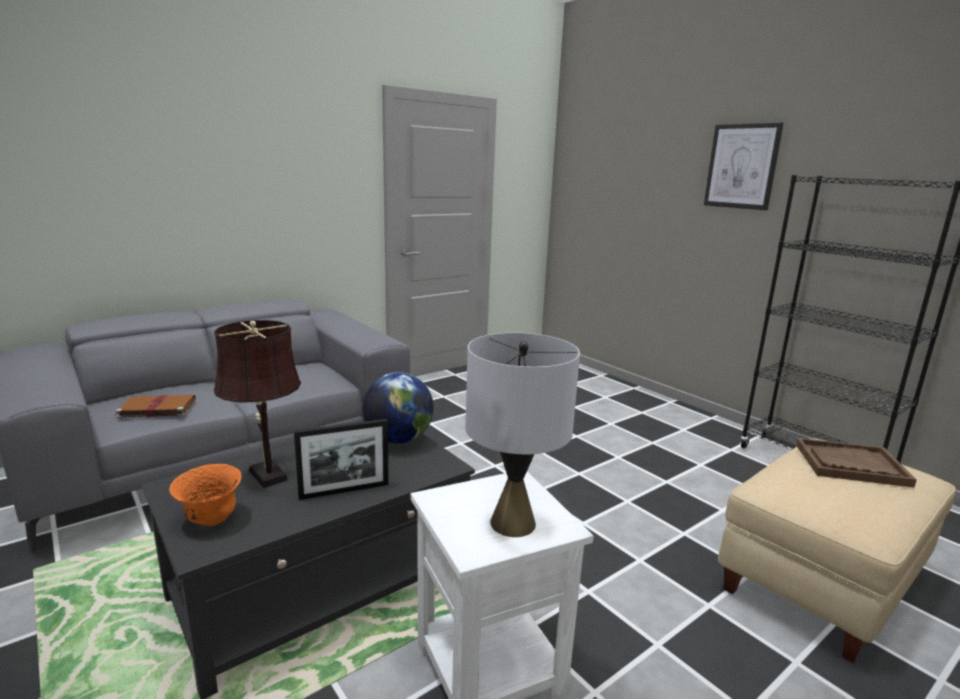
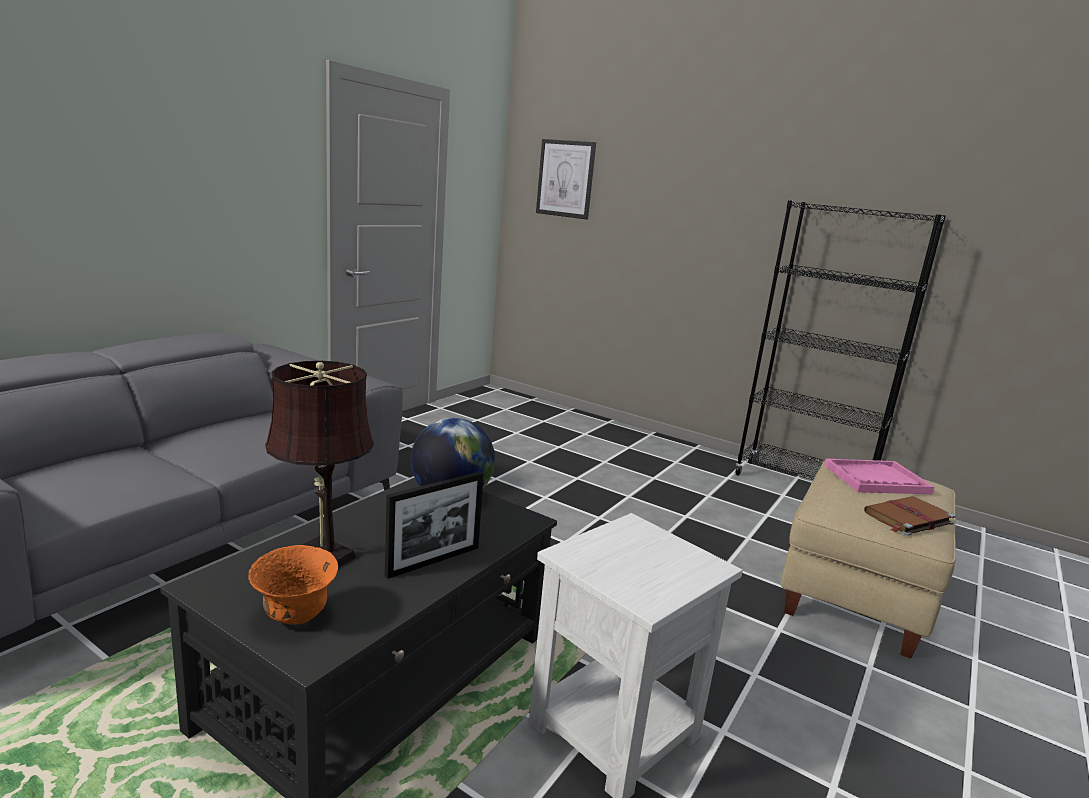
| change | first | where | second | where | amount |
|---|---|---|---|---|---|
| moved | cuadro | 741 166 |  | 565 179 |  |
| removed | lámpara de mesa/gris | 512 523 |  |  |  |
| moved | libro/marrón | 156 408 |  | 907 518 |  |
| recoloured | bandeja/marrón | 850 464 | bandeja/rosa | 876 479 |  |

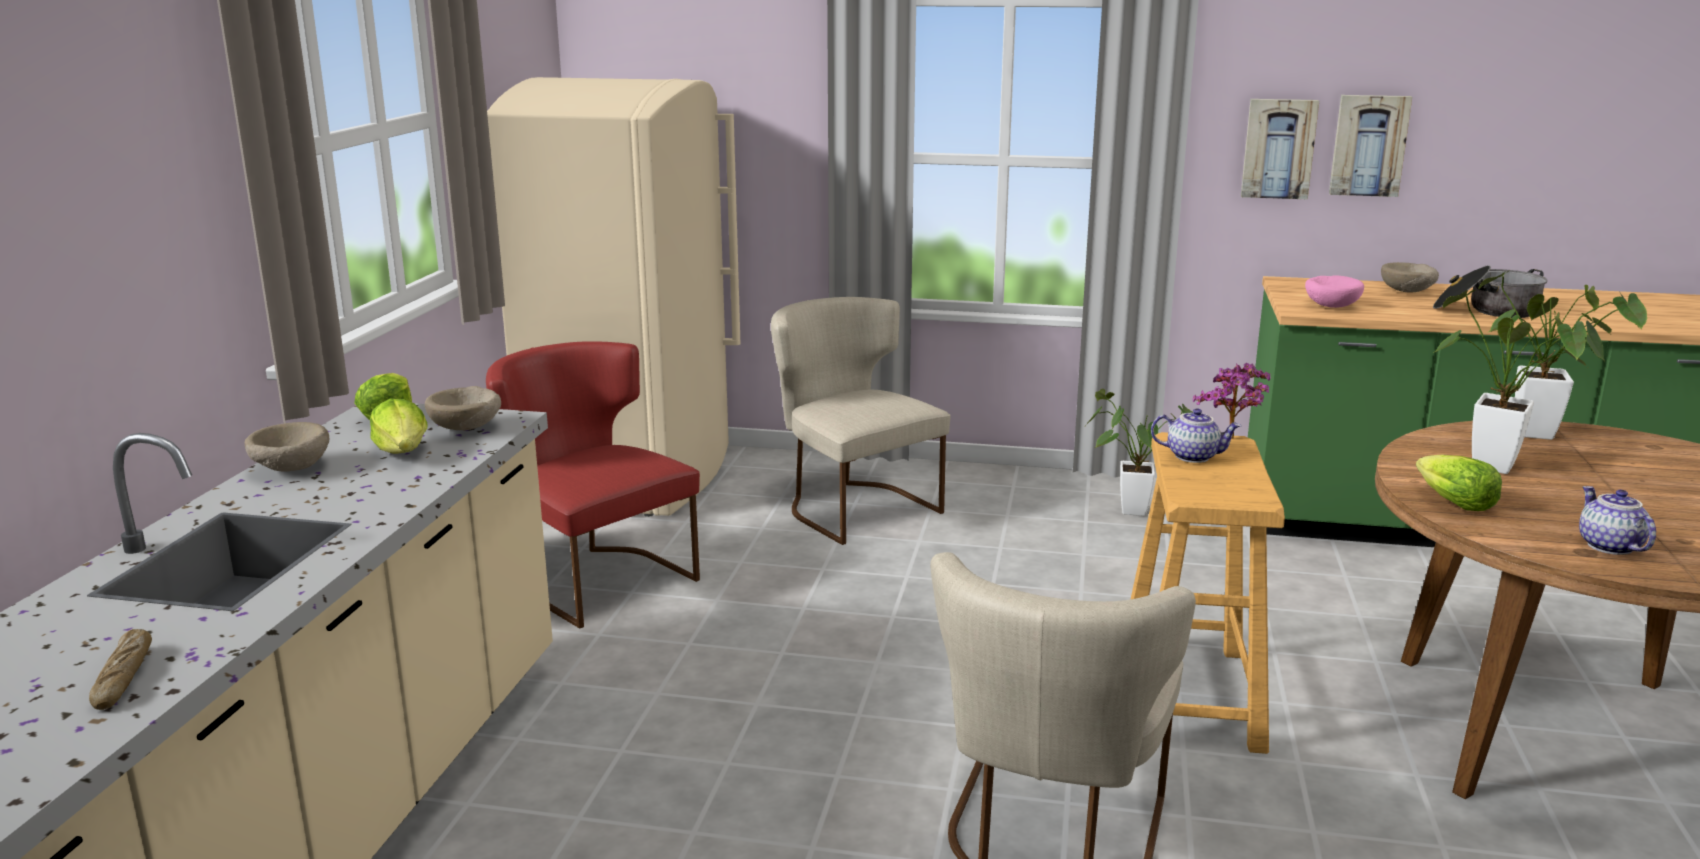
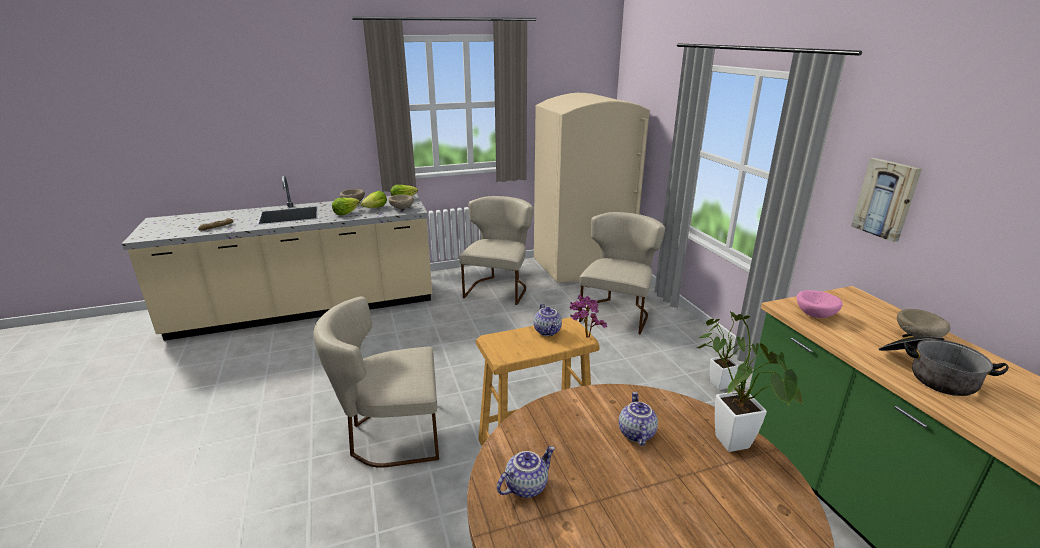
| change | first | where | second | where | amount |
|---|---|---|---|---|---|
| removed | cuadro | 1368 145 |  |  |  |
| replaced | planta en maceta | 1504 469 | tetera | 635 433 |  |
| recoloured | silla/rojo | 596 579 | silla/beis | 498 288 |  |
| moved | lechuga | 1453 503 |  | 346 213 |  |

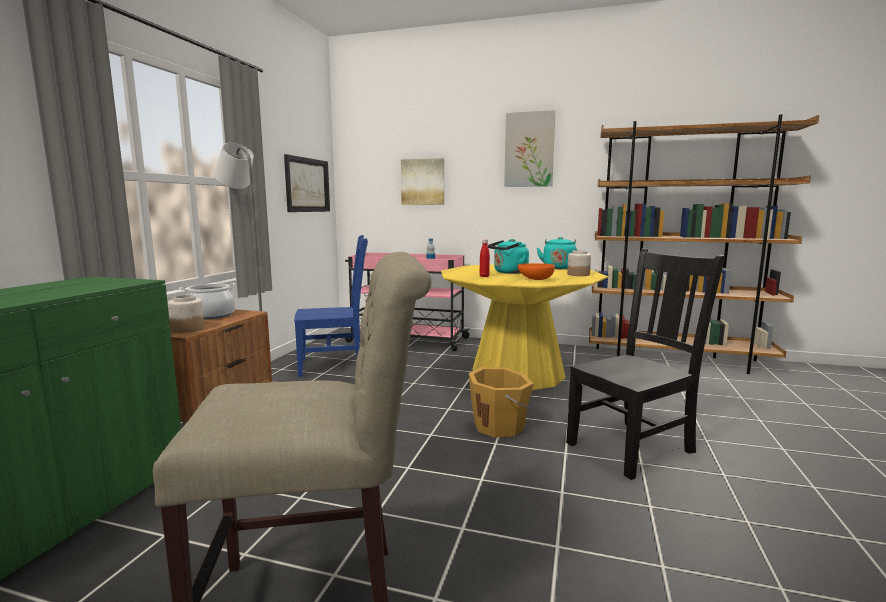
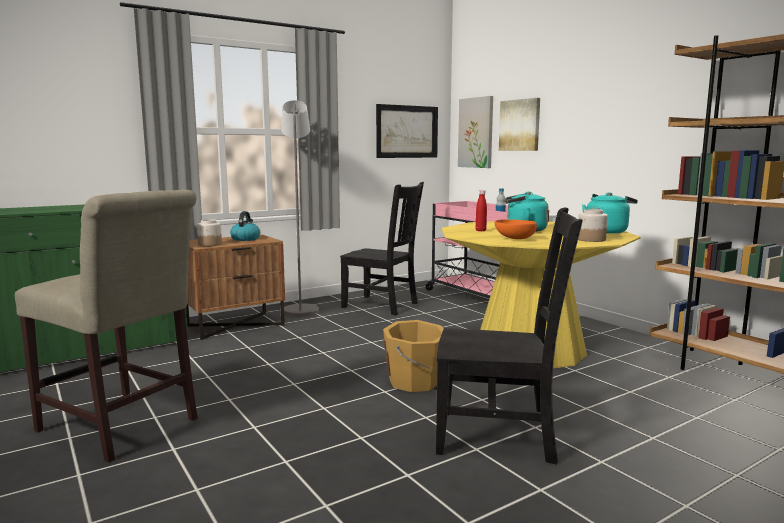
| change | first | where | second | where | amount |
|---|---|---|---|---|---|
| moved | cuadro | 529 150 |  | 476 133 |  |
| recoloured | silla/azul | 335 365 | silla/negro | 382 305 |  |
| replaced | olla | 211 315 | hervidor | 245 239 |  |

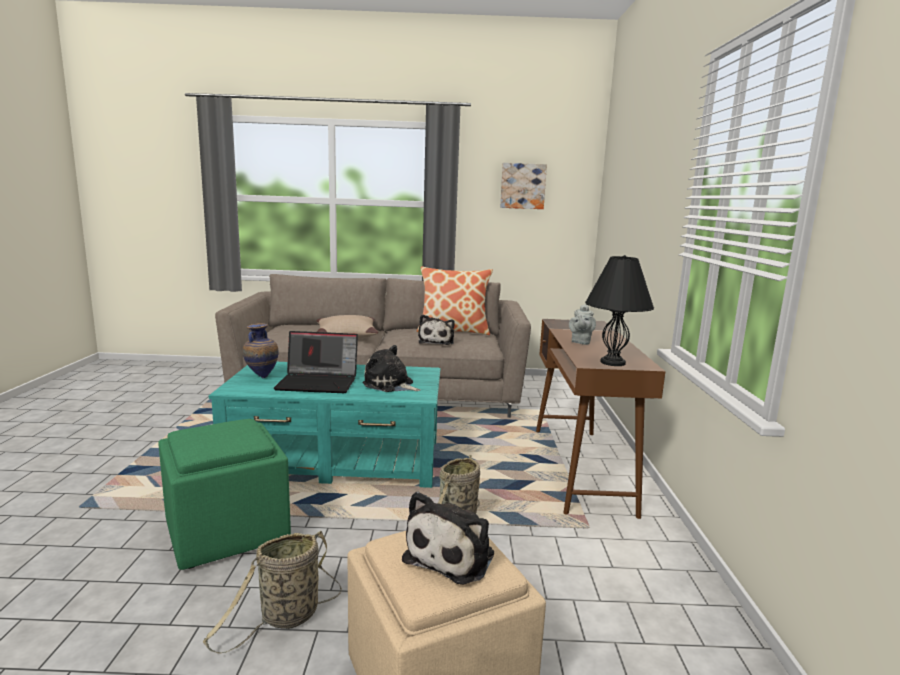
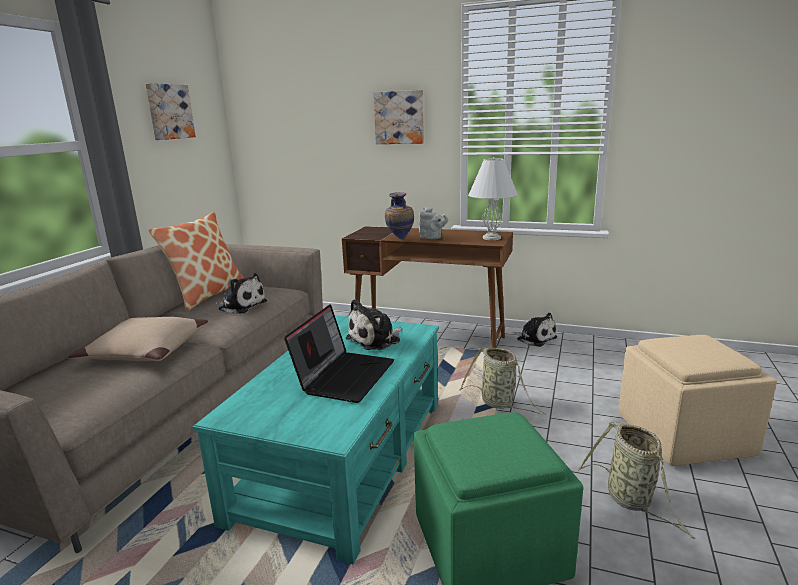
| change | first | where | second | where | amount |
|---|---|---|---|---|---|
| recoloured | lámpara de mesa/negro | 612 362 | lámpara de mesa/blanco | 491 238 |  |
| moved | florero | 261 377 |  | 399 239 |  |
| moved | peluche | 453 555 |  | 534 338 |  |
| added |  |  | cuadro | 399 117 |  |

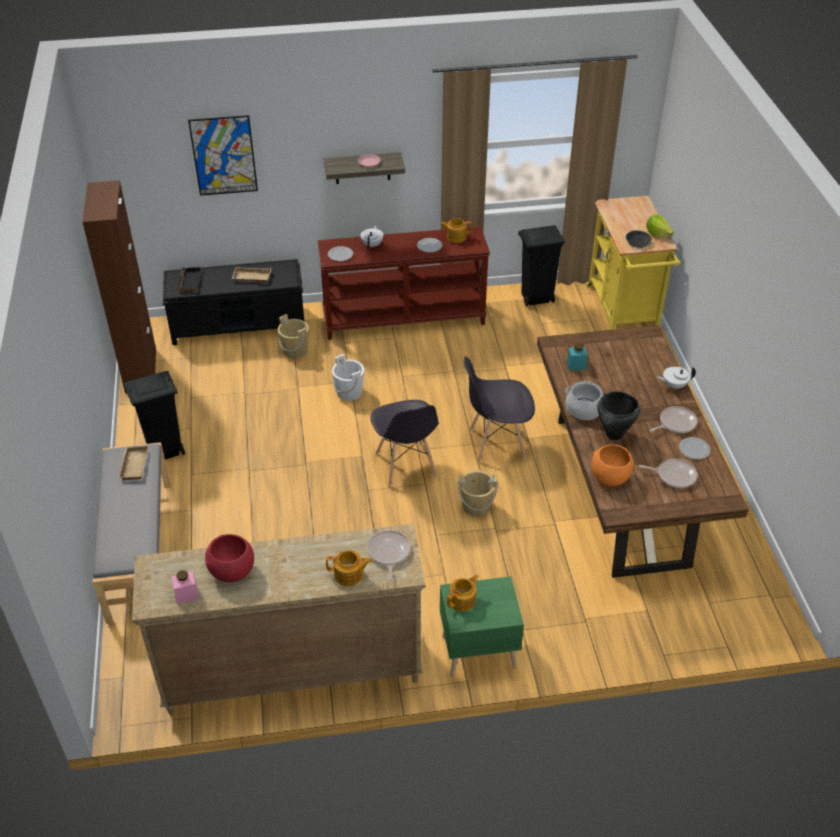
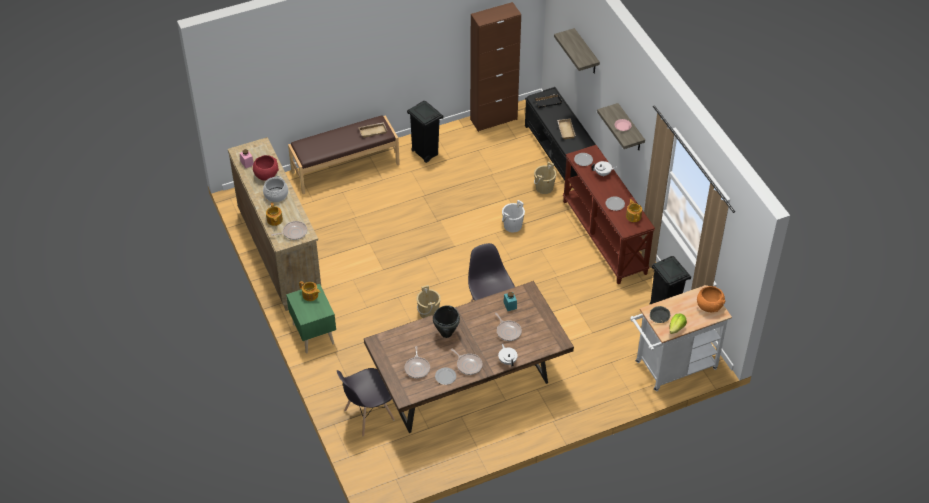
| change | first | where | second | where | amount |
|---|---|---|---|---|---|
| replaced | cuadro | 224 155 | estante | 586 53 |  |
| recoloured | carrito/amarillo | 623 312 | carrito/blanco | 671 368 |  |
| moved | olla | 584 409 |  | 276 195 |  |
| moved | silla/gris | 406 466 |  | 368 415 |  |
| recoloured | banco/gris | 139 550 | banco/marrón | 345 167 |  |
| moved | cuenco/naranja | 609 476 |  | 709 306 |  |
| added |  |  | sartén | 508 331 |  |

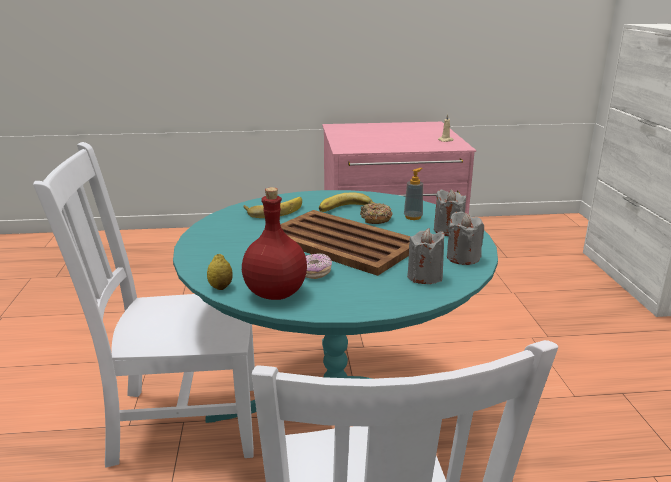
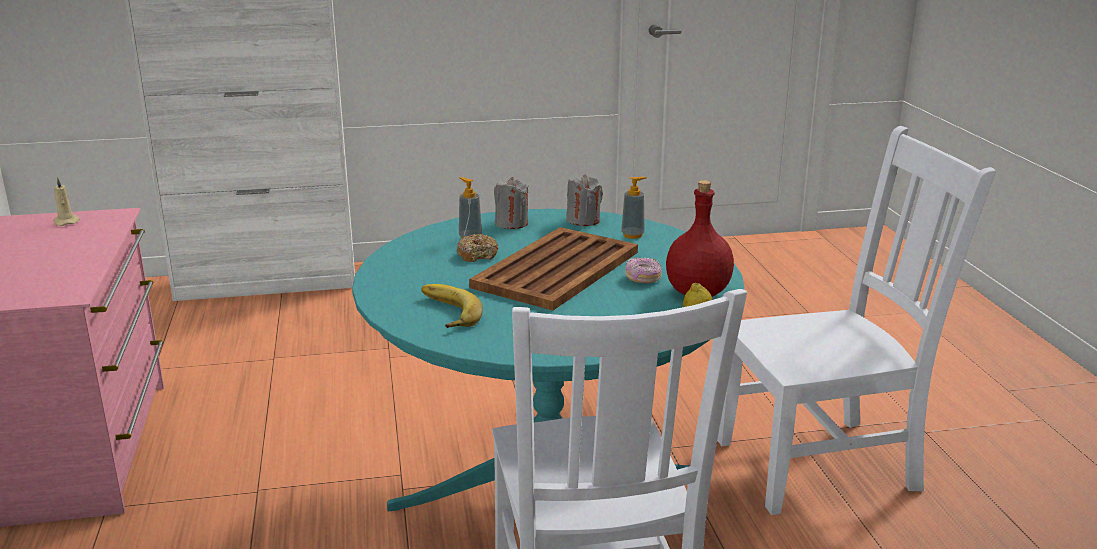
| change | first | where | second | where | amount |
|---|---|---|---|---|---|
| removed | plátano | 347 209 |  |  |  |
| replaced | vela/gris | 424 277 | dispensador de jabón | 632 235 |  |

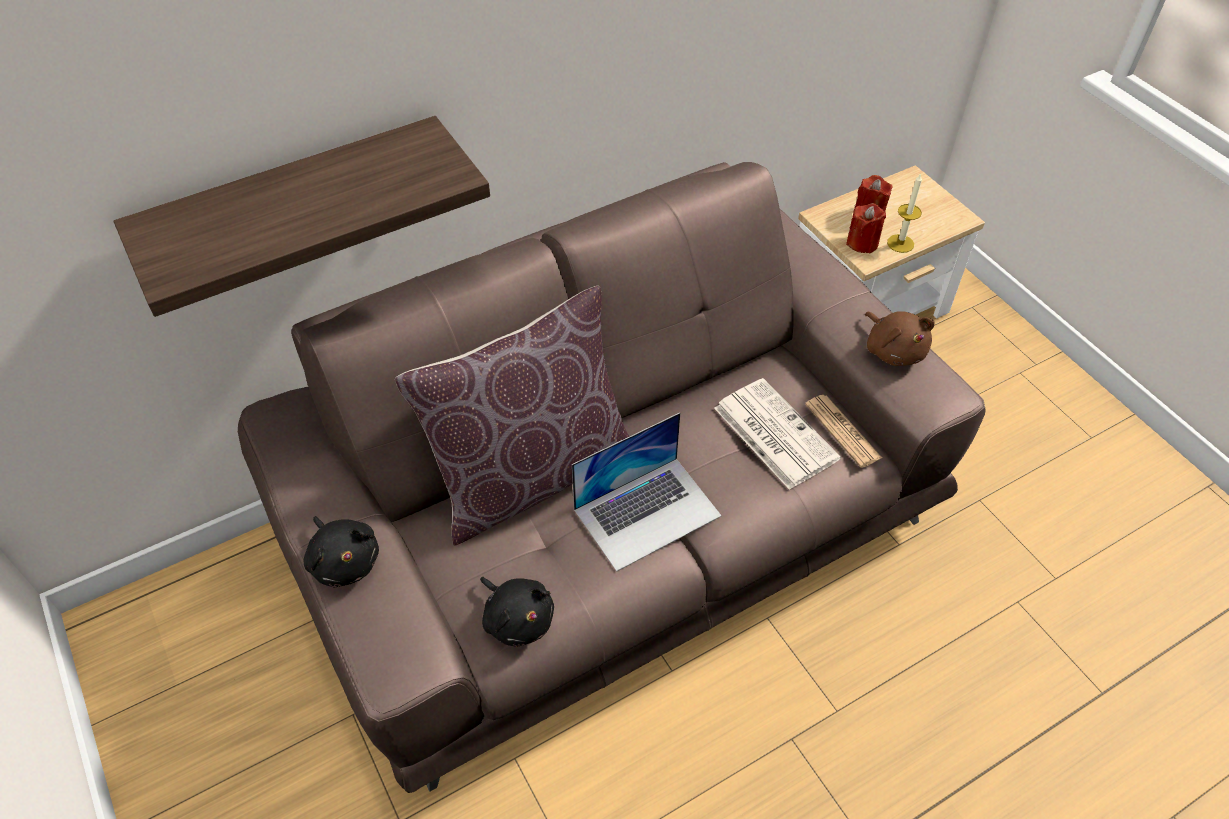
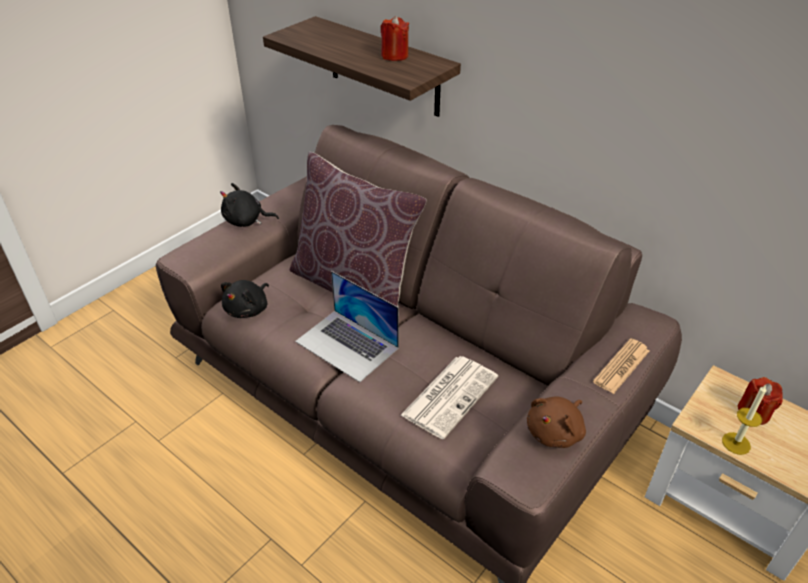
| change | first | where | second | where | amount |
|---|---|---|---|---|---|
| moved | vela/rojo | 862 243 |  | 394 56 |  |
| moved | periódico | 842 431 |  | 621 366 |  |
| turned | peluche/negro | 344 561 |  | 246 221 | 60 degrees clockwise |

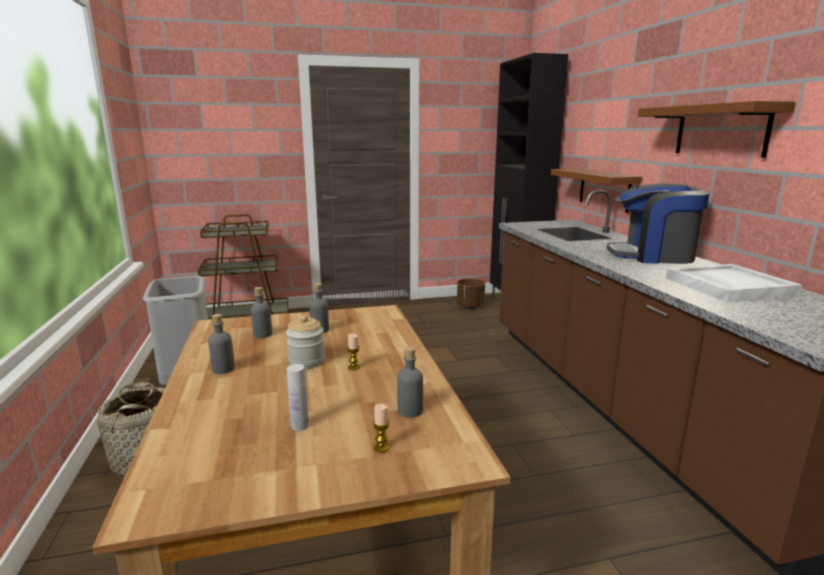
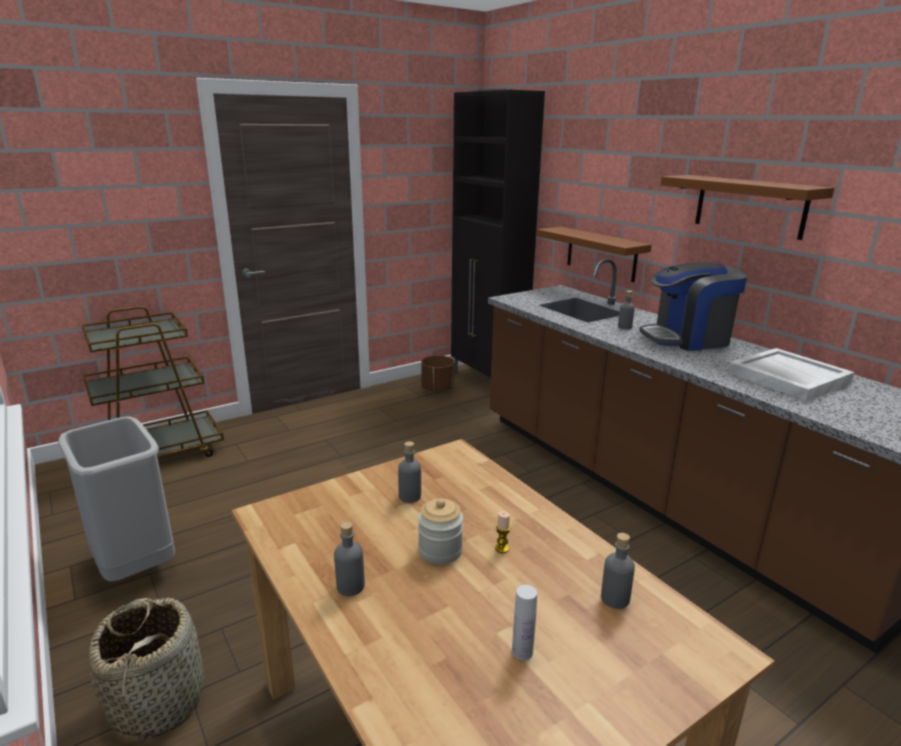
| change | first | where | second | where | amount |
|---|---|---|---|---|---|
| moved | botella/gris | 262 334 |  | 624 327 |  |
| removed | vela | 381 447 |  |  |  |

